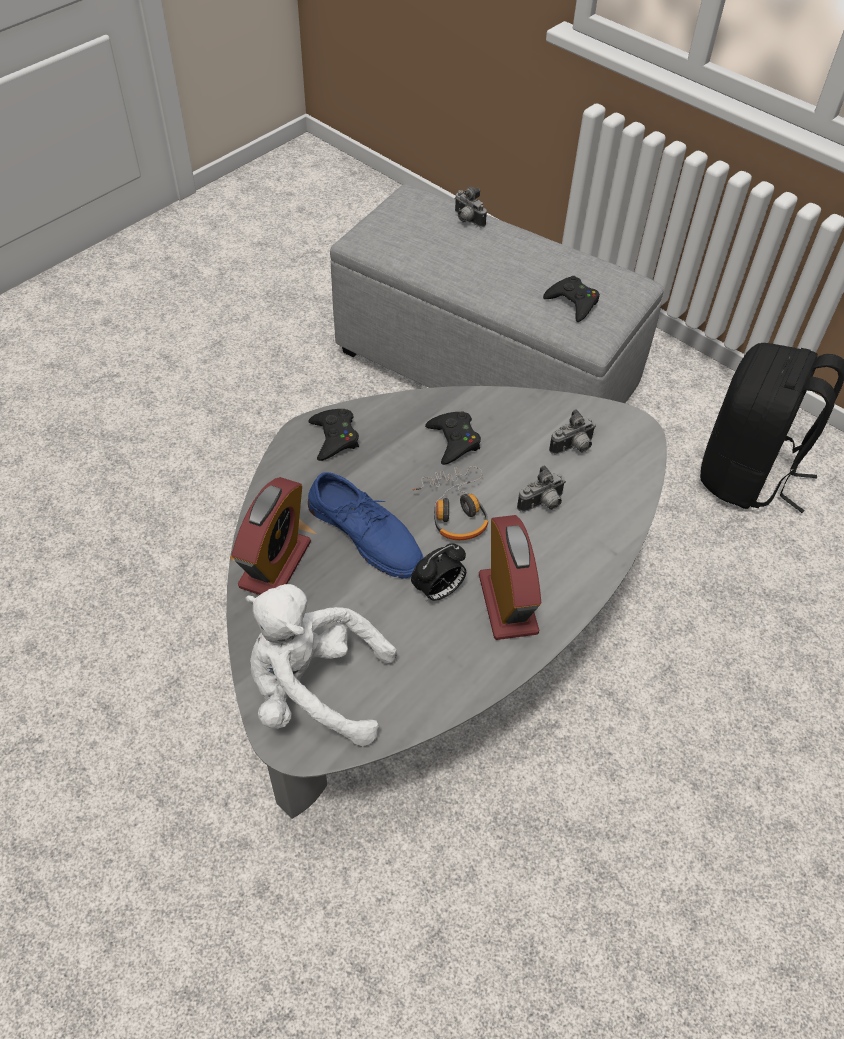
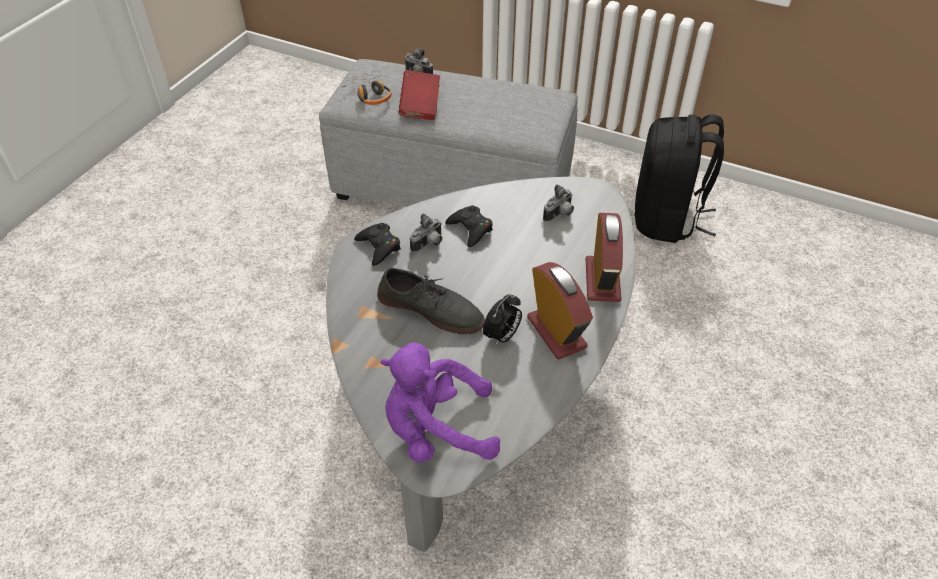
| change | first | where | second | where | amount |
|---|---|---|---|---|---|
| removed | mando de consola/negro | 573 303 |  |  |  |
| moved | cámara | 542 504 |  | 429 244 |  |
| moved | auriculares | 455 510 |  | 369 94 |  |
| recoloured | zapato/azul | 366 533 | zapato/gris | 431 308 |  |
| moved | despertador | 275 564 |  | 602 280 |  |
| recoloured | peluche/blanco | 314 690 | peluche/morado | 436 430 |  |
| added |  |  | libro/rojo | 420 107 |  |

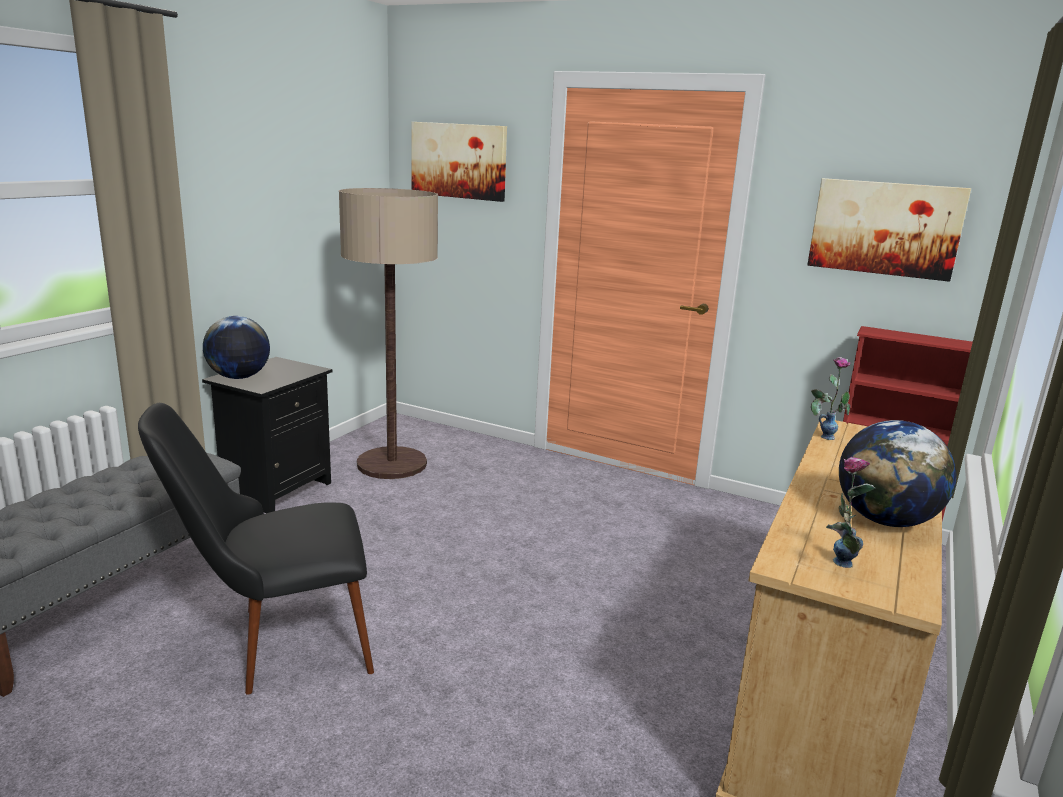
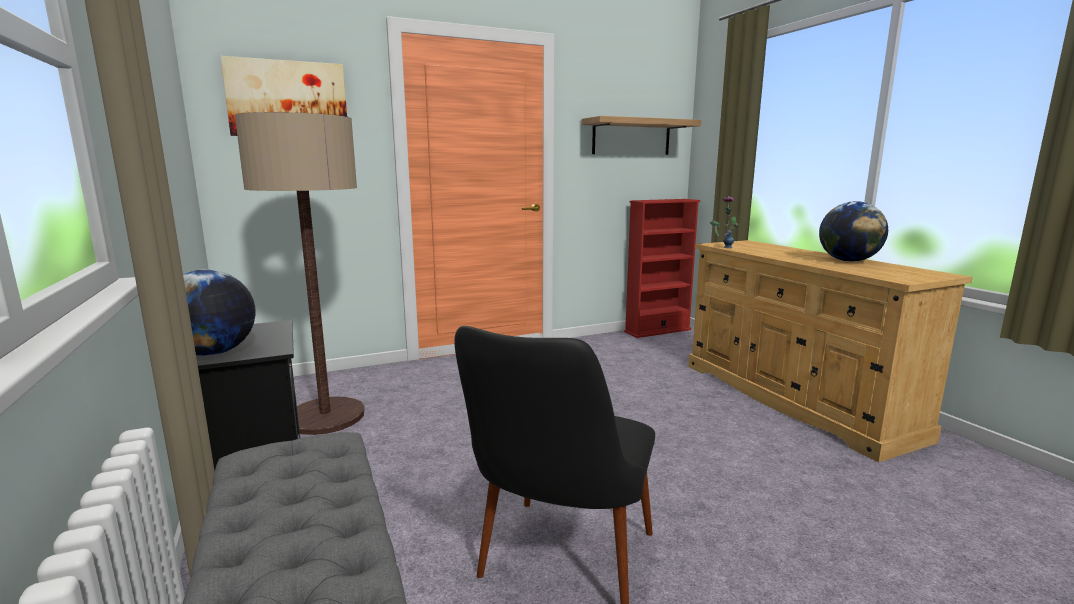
| change | first | where | second | where | amount |
|---|---|---|---|---|---|
| replaced | cuadro | 885 228 | estante | 631 137 |  |
| removed | florero | 837 568 |  |  |  |

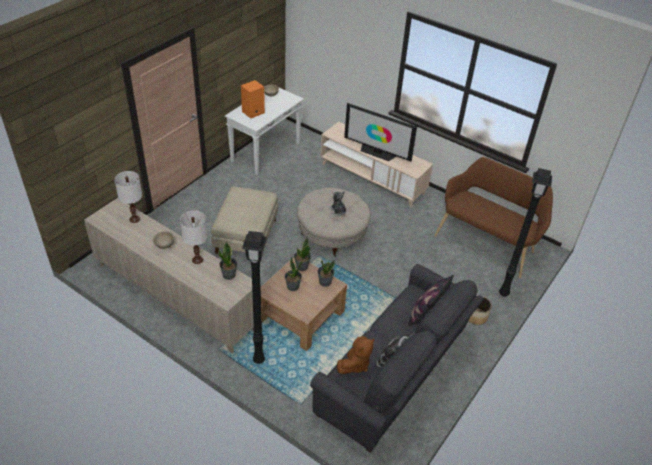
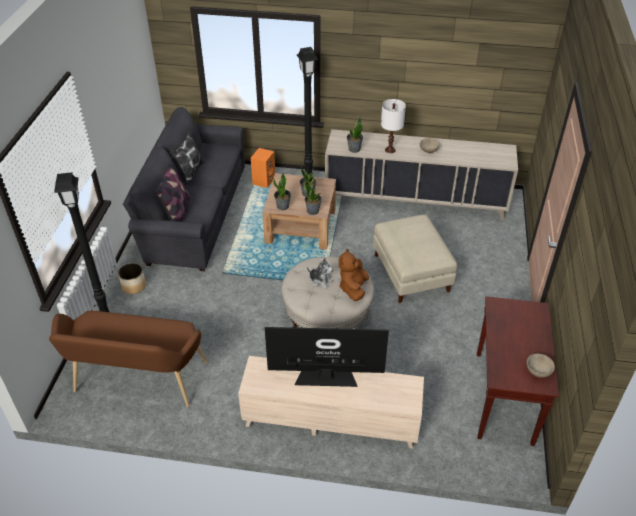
| change | first | where | second | where | amount |
|---|---|---|---|---|---|
| moved | altavoz/naranja | 253 112 |  | 263 181 |  |
| recoloured | mesa consola/blanco | 266 152 | mesa consola/marrón | 504 398 |  |
| removed | lámpara de mesa/blanco | 135 219 |  |  |  |
| moved | peluche/marrón | 355 364 |  | 353 288 |  |

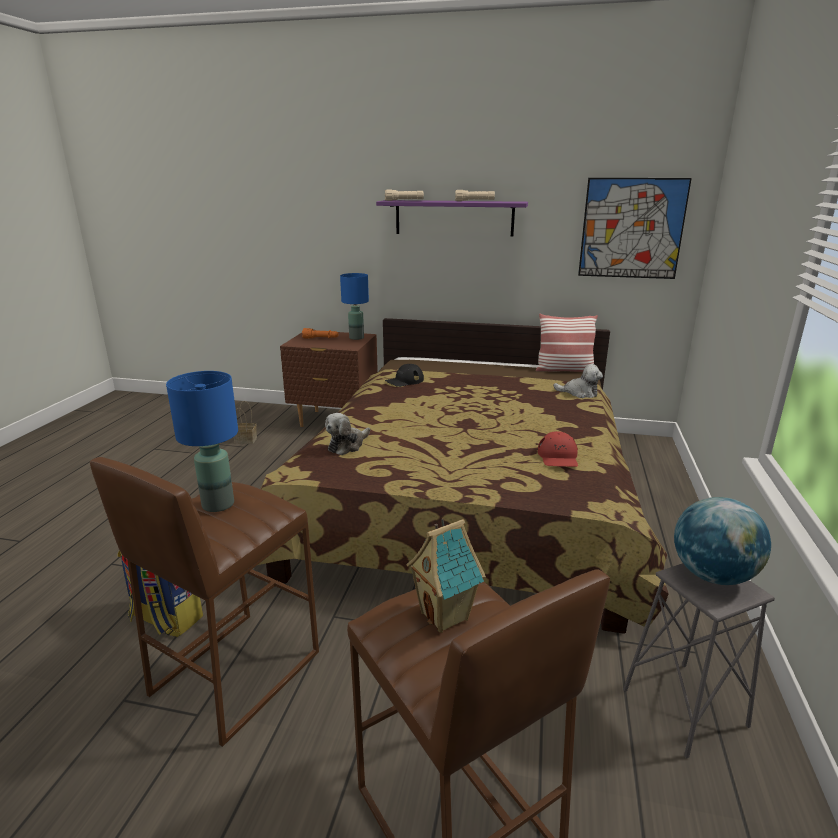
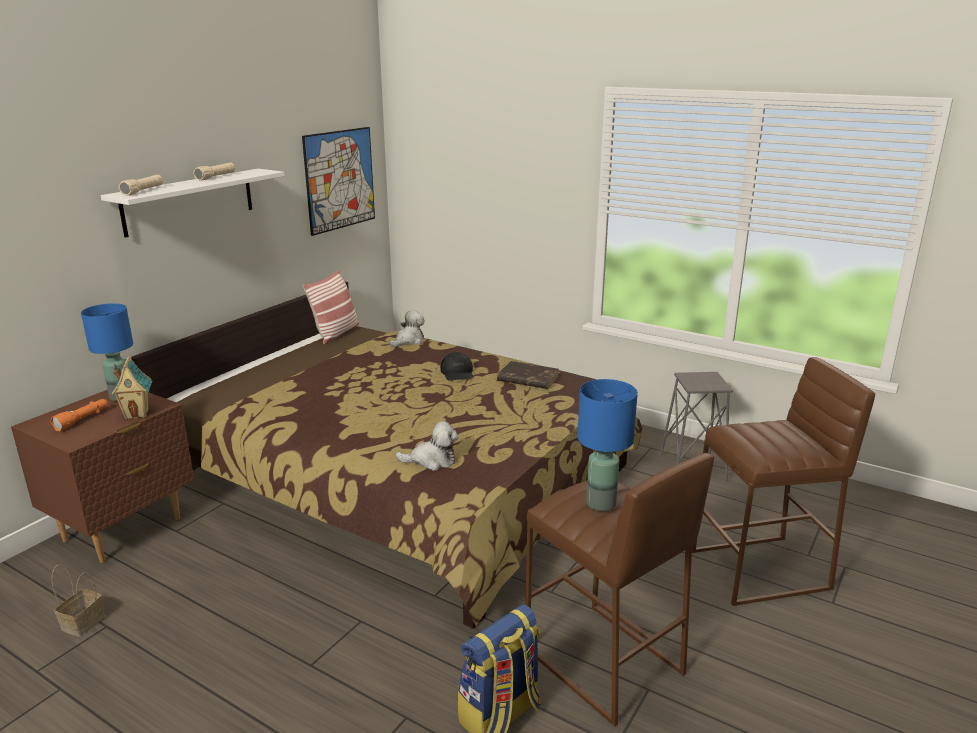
| change | first | where | second | where | amount |
|---|---|---|---|---|---|
| recoloured | estante/morado | 454 218 | estante/blanco | 189 201 |  |
| moved | gorra/negro | 404 381 |  | 457 373 |  |
| turned | peluche | 347 445 |  | 432 460 | 60 degrees counterclockwise |
| replaced | gorra/rojo | 558 457 | libro/marrón | 527 378 |  |
| removed | globo terráqueo | 712 575 |  |  |  |
| moved | casita | 446 615 |  | 137 413 |  |

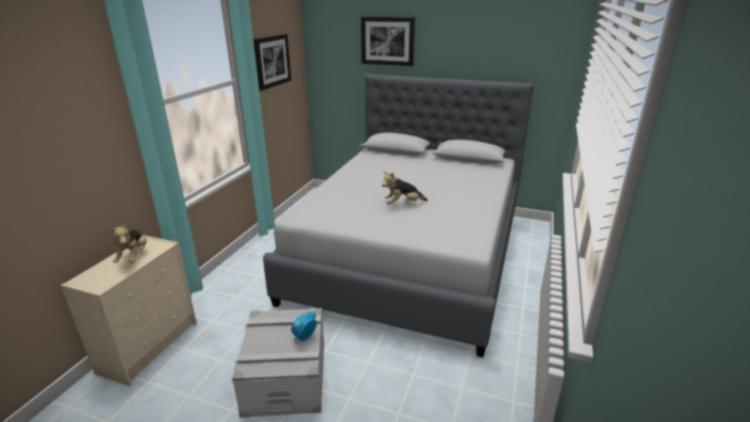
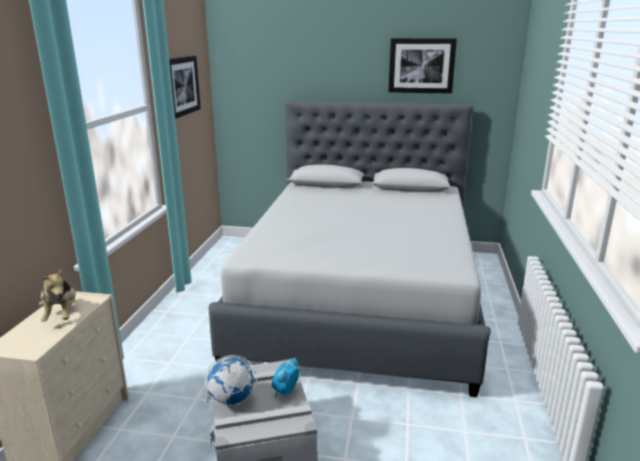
| change | first | where | second | where | amount |
|---|---|---|---|---|---|
| moved | cuadro | 387 41 |  | 421 65 |  |
| removed | peluche | 403 204 |  |  |  |
| added |  |  | globo terráqueo | 231 400 |  |

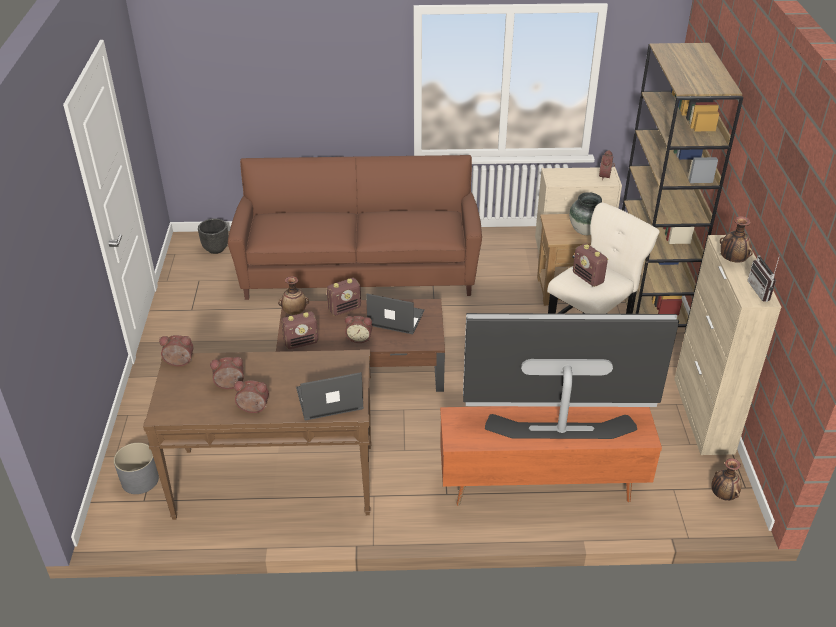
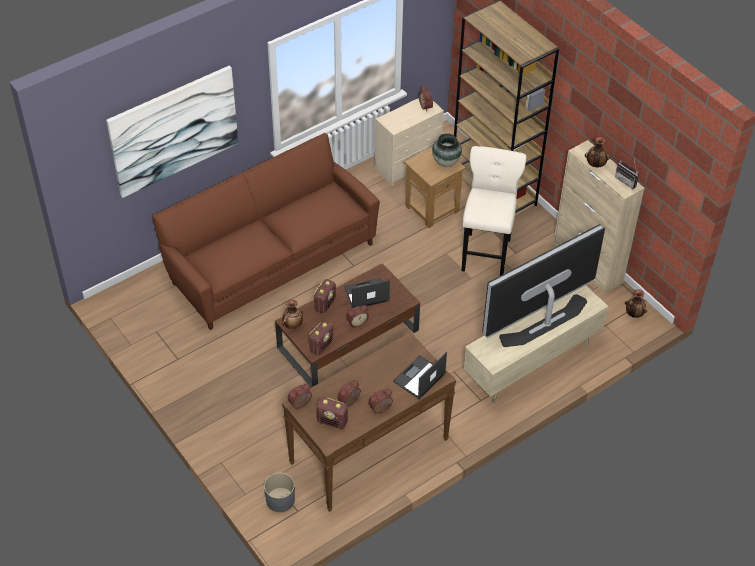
| change | first | where | second | where | amount |
|---|---|---|---|---|---|
| removed | maceta/negro | 216 249 |  |  |  |
| moved | radio | 588 278 |  | 332 421 |  |
| recoloured | mueble de televisión/naranja | 540 487 | mueble de televisión/beis | 531 365 |  |
| added |  |  | cuadro | 174 130 |  |

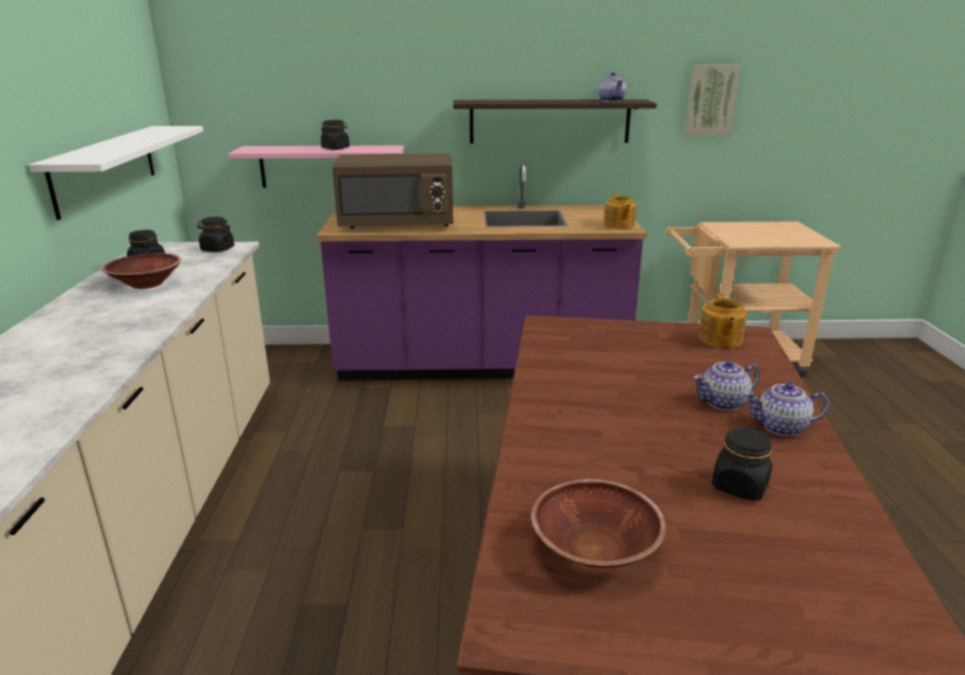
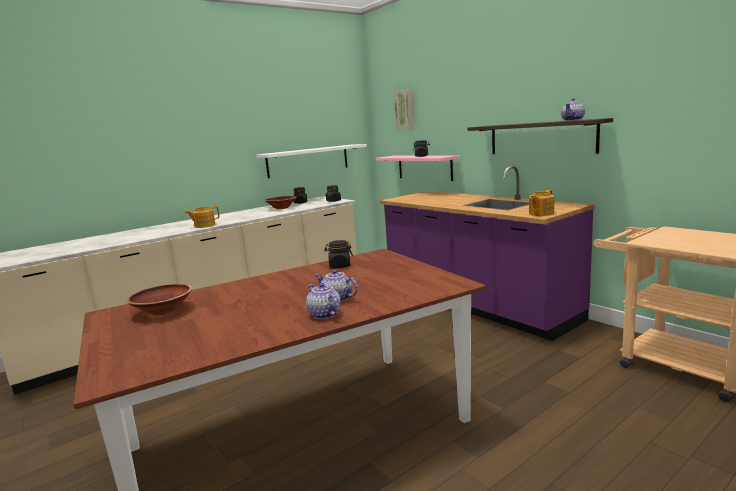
| change | first | where | second | where | amount |
|---|---|---|---|---|---|
| moved | cuadro | 710 100 |  | 405 110 |  |
| removed | microondas/marrón | 397 224 |  |  |  |
| moved | tetera | 719 339 |  | 204 225 |  |
| moved | tarro/negro | 739 486 |  | 339 266 |  |

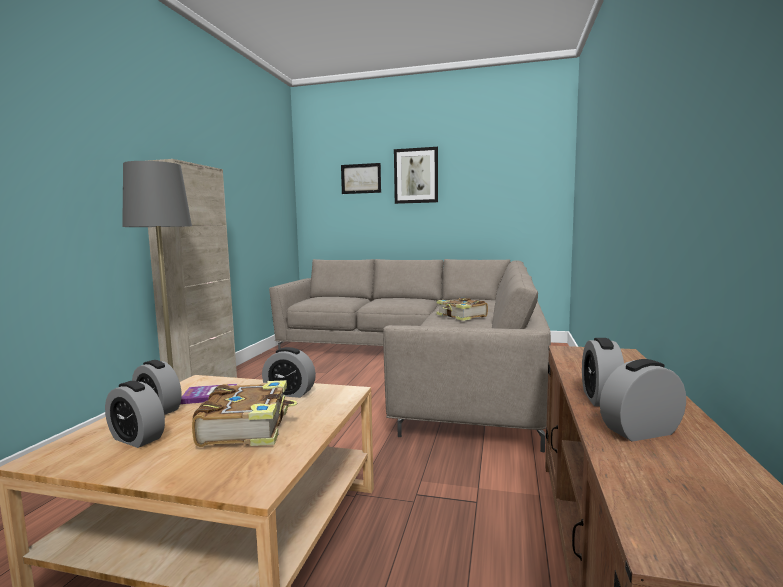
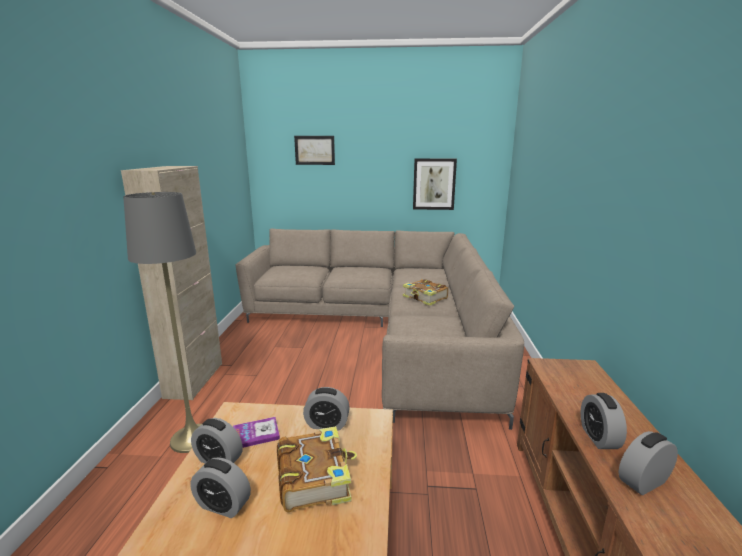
| change | first | where | second | where | amount |
|---|---|---|---|---|---|
| moved | cuadro | 416 176 |  | 434 184 |  |

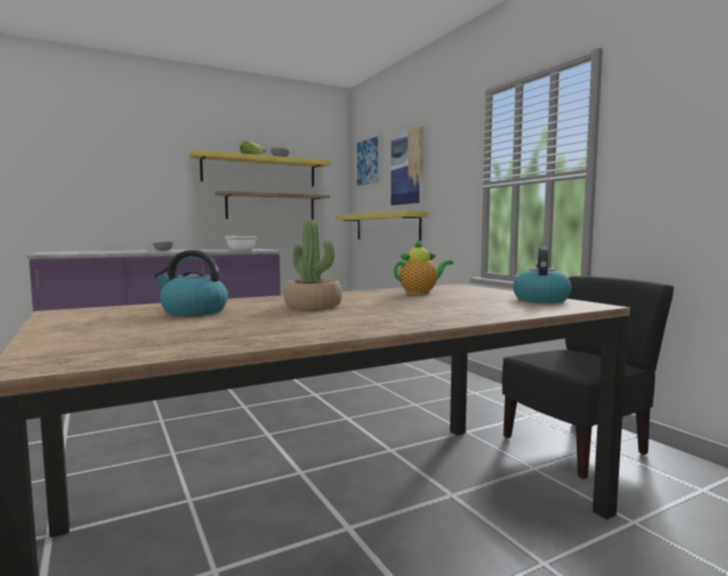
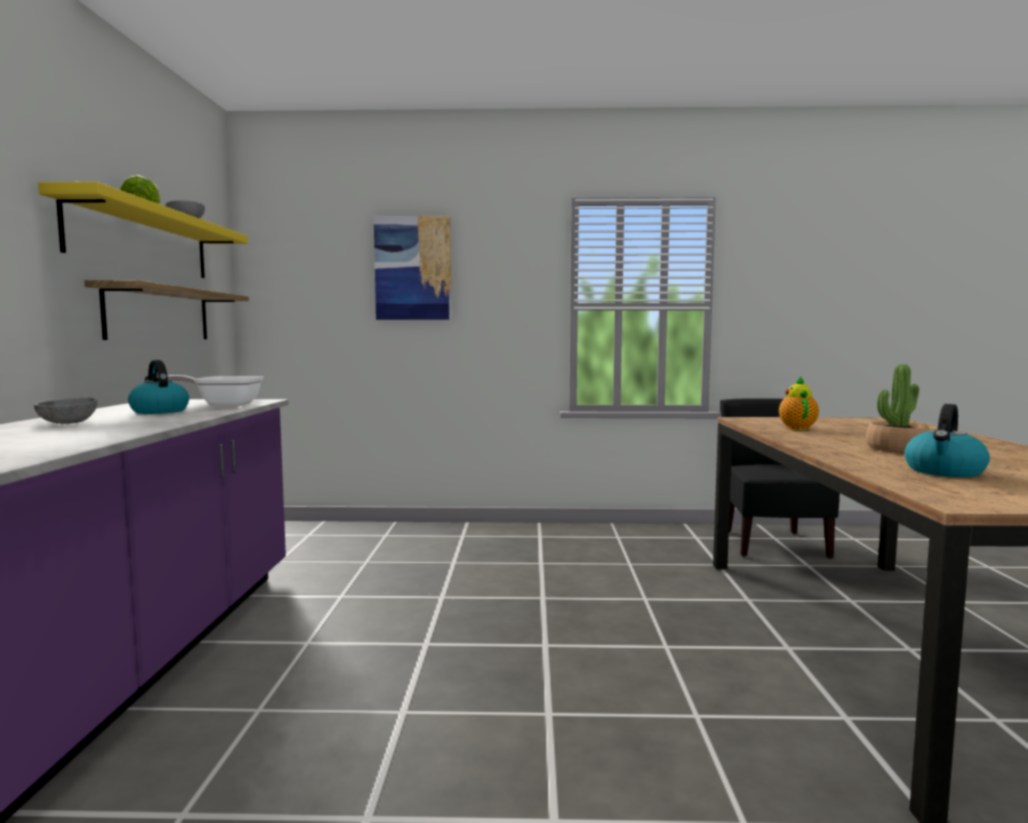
| change | first | where | second | where | amount |
|---|---|---|---|---|---|
| removed | cuadro | 367 162 |  |  |  |
| removed | estante/amarillo | 386 227 |  |  |  |
| moved | hervidor | 540 299 |  | 159 411 |  |

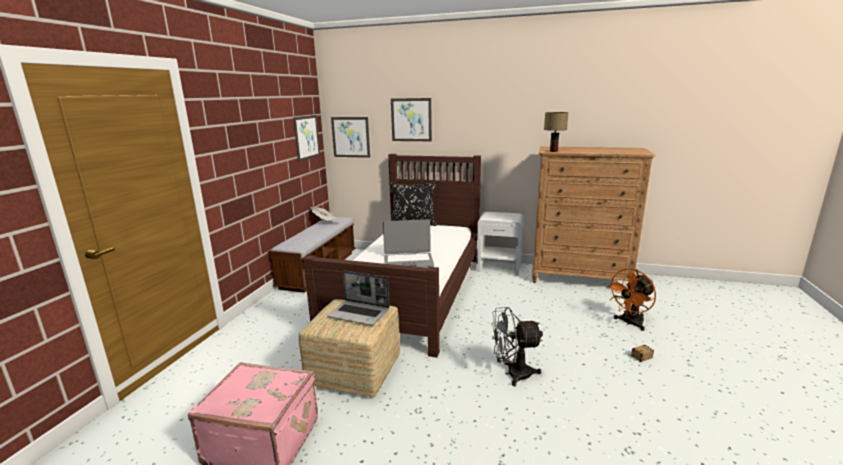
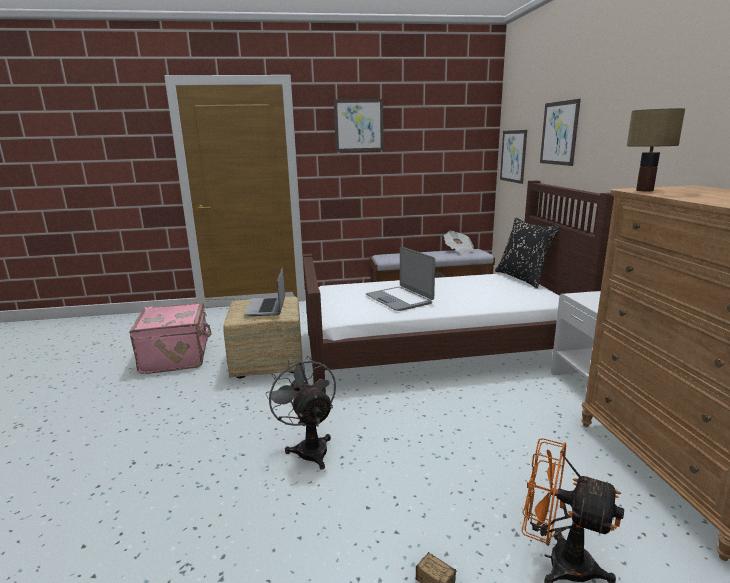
| change | first | where | second | where | amount |
|---|---|---|---|---|---|
| moved | cuadro | 306 137 |  | 359 125 |  |

